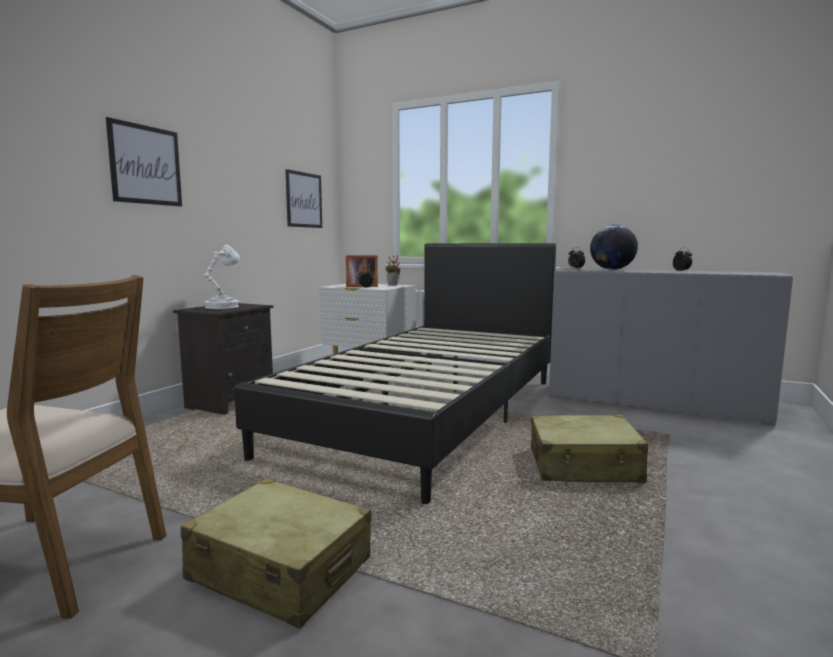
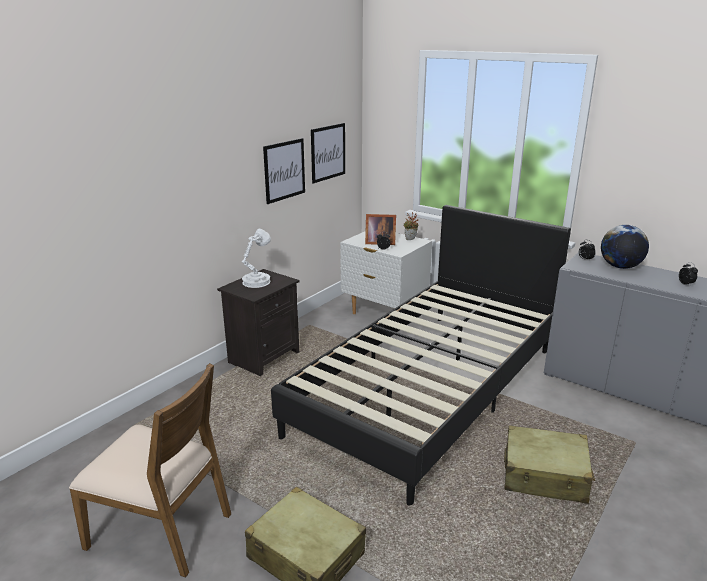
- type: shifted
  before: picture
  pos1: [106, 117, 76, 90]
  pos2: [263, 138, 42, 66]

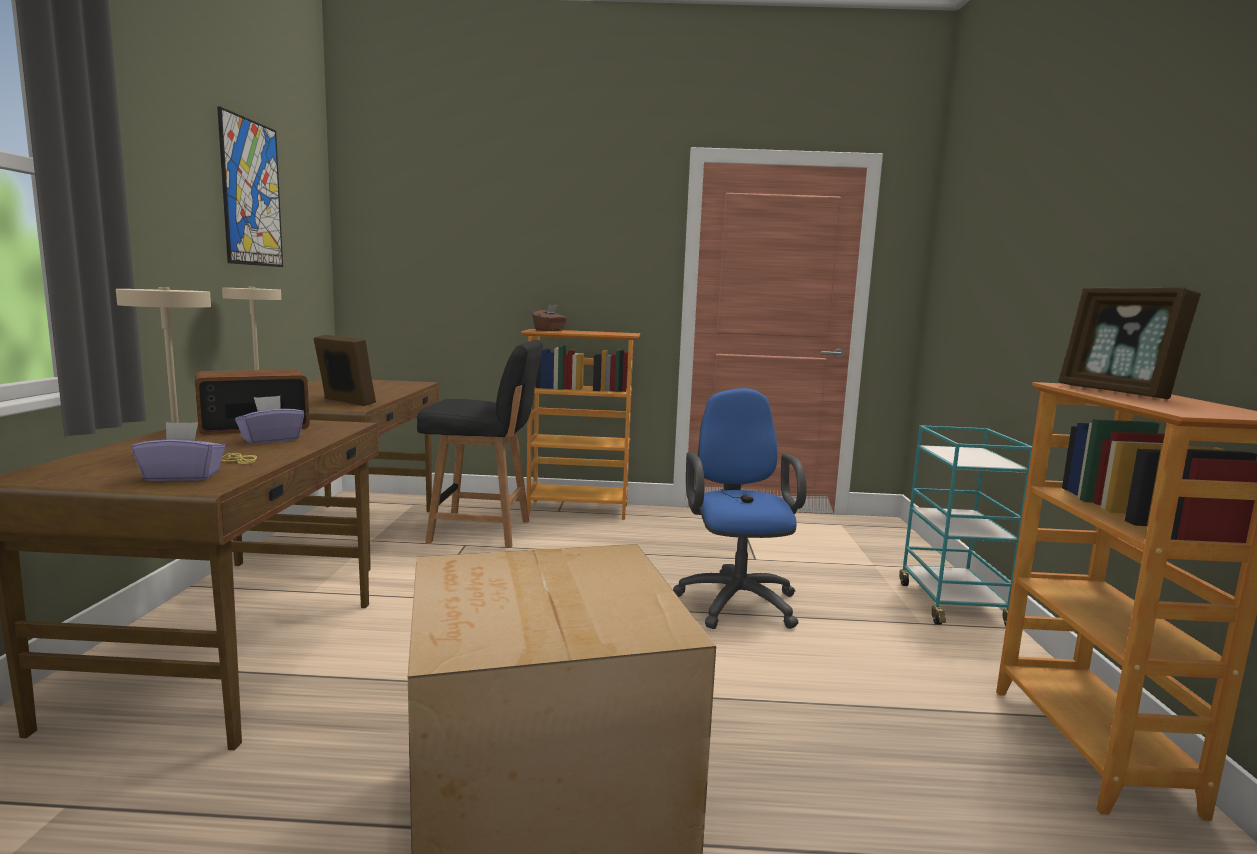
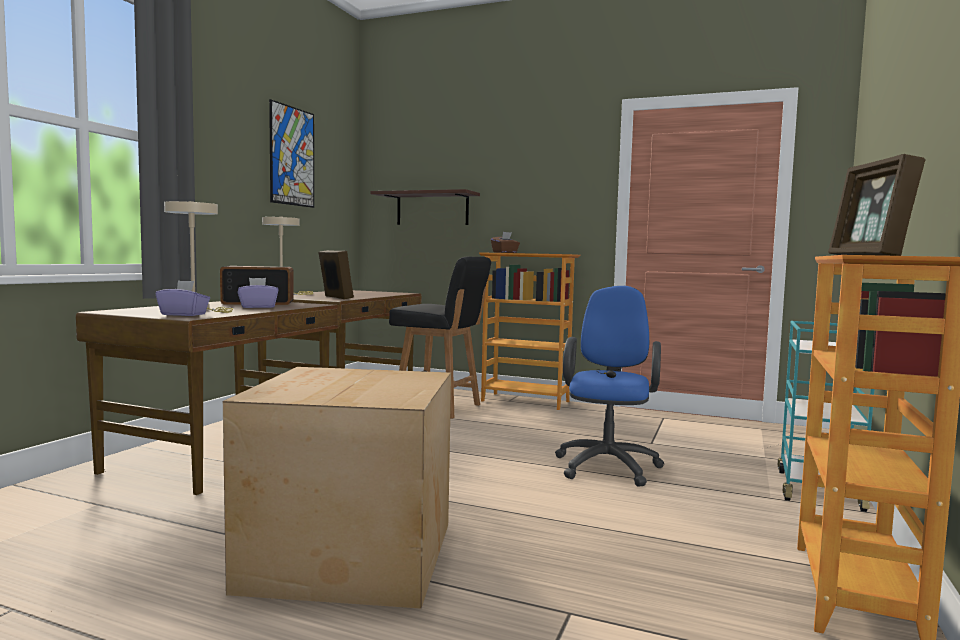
- type: new
  after: wall shelf
  pos2: [370, 189, 110, 36]

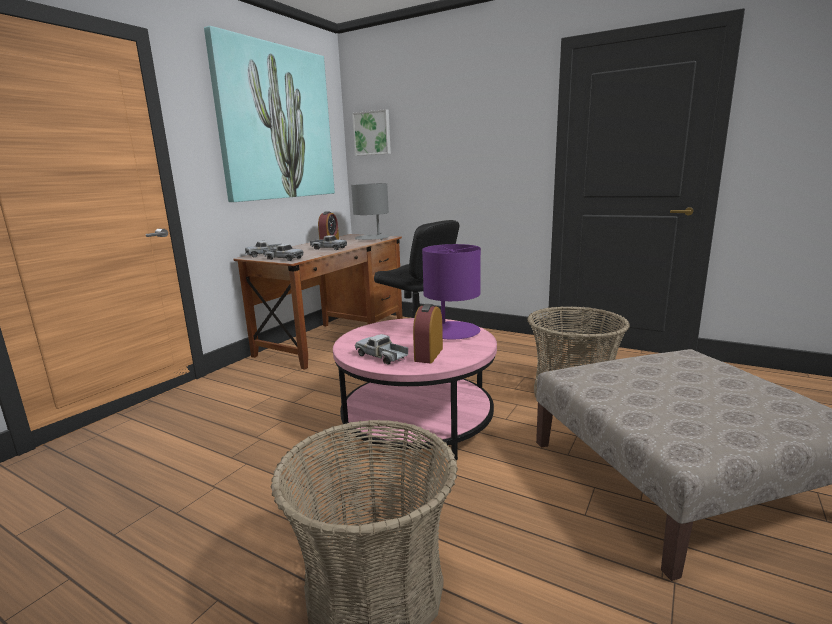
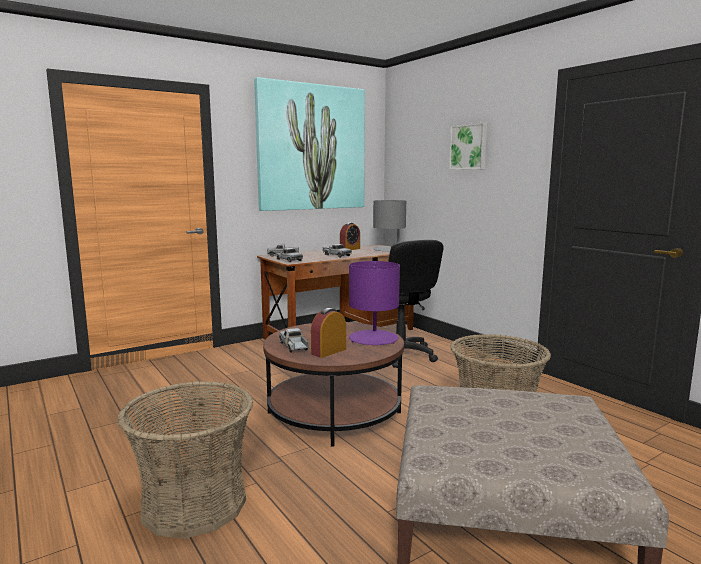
- type: shifted
  before: picture
  pos1: [352, 109, 39, 47]
  pos2: [449, 123, 38, 47]
- type: repainted
  before: pink-coloured low table
  after: brown-coloured low table
  pos1: [333, 318, 164, 142]
  pos2: [263, 322, 141, 124]

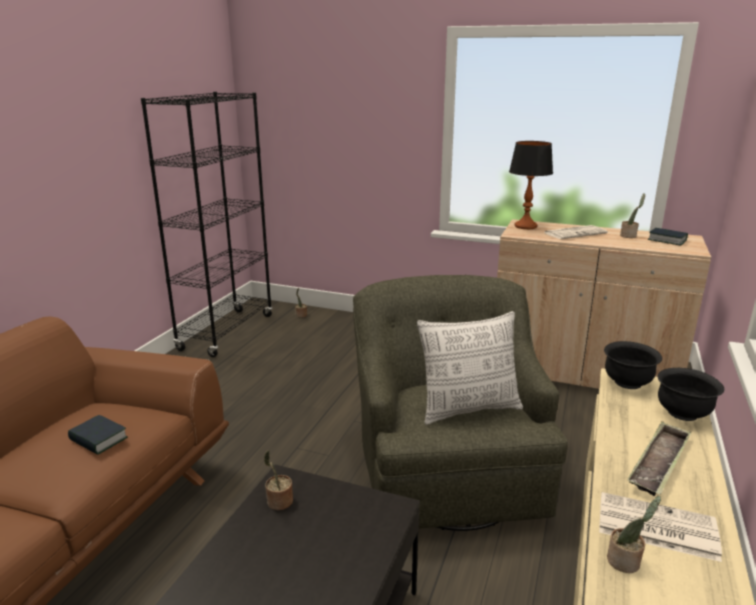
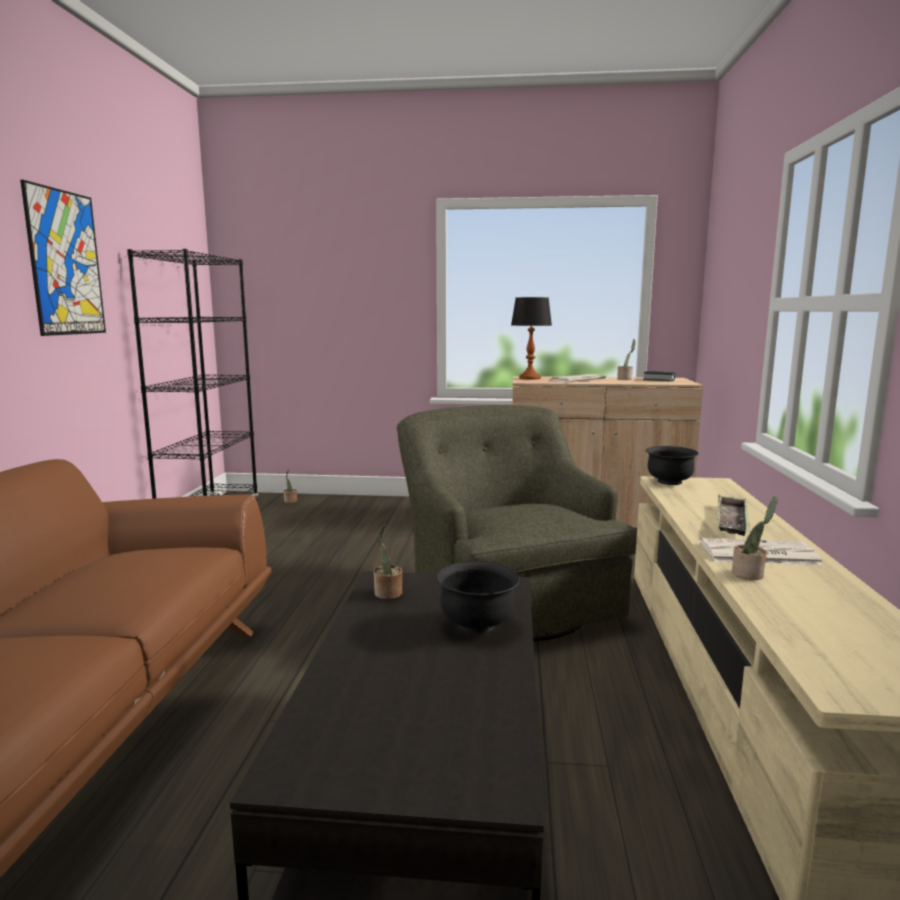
- type: gone
  before: throw pillow
  pos1: [417, 311, 106, 114]
- type: shifted
  before: black-coloured serving bowl
  pos1: [658, 368, 66, 53]
  pos2: [436, 561, 84, 72]
- type: gone
  before: bound book
  pos1: [68, 415, 60, 40]
- type: new
  after: picture
  pos2: [20, 180, 86, 156]

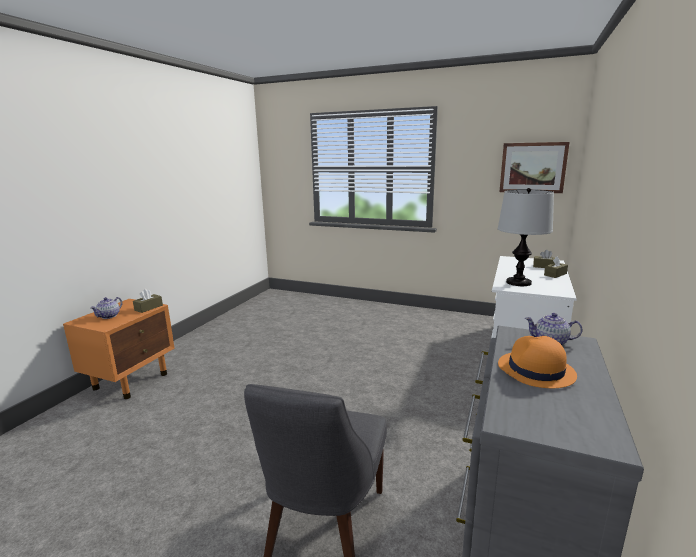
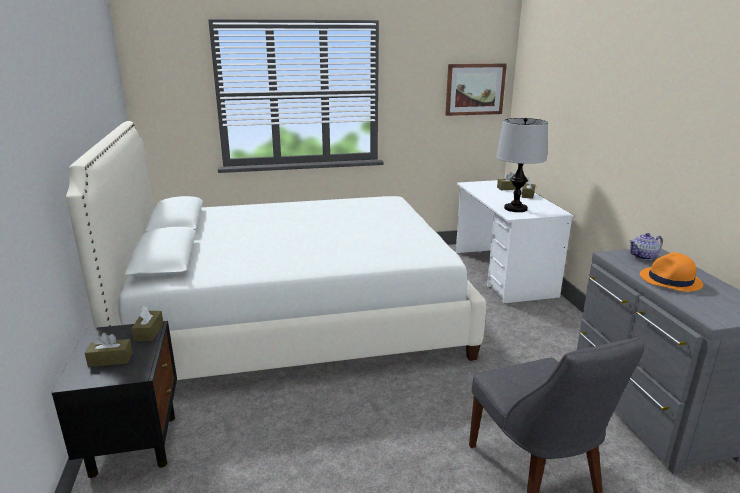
- type: swapped
  before: pot for tea
  after: brown-coloured tissue holder
  pos1: [90, 297, 32, 22]
  pos2: [85, 333, 47, 34]
- type: repainted
  before: orange-coloured nightstand
  after: black-coloured nightstand
  pos1: [63, 299, 111, 100]
  pos2: [52, 321, 125, 157]
- type: new
  after: white sleeping bed
  pos2: [66, 121, 420, 259]

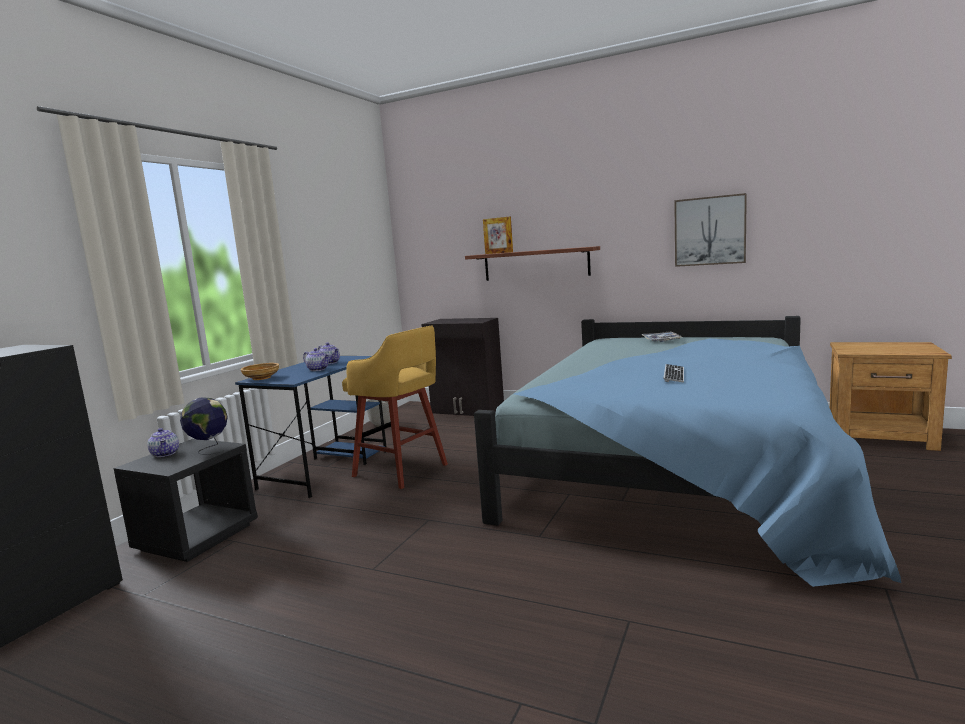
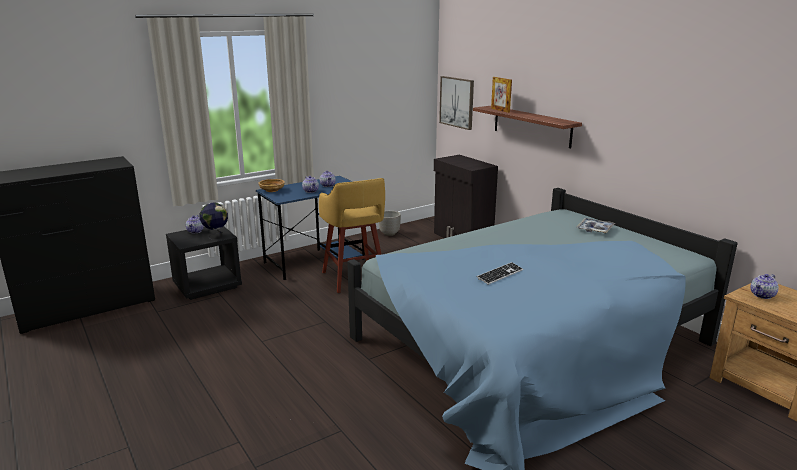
- type: shifted
  before: picture
  pos1: [674, 193, 73, 74]
  pos2: [439, 76, 35, 54]
- type: new
  after: pot for tea
  pos2: [750, 274, 29, 25]

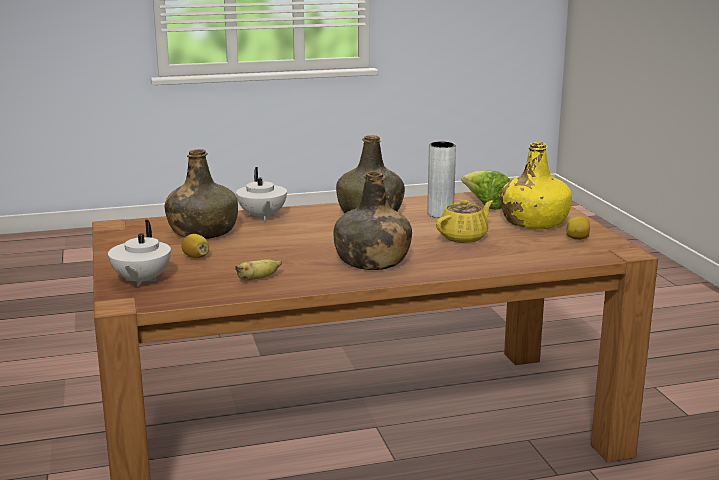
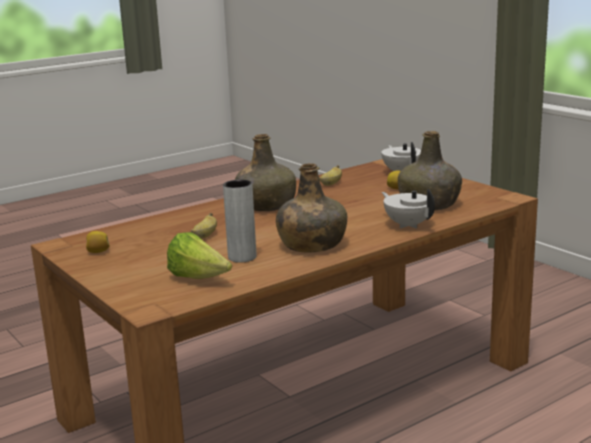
- type: gone
  before: yellow bottle
  pos1: [500, 142, 72, 87]
- type: swapped
  before: yellow pot for tea
  after: banana
  pos1: [436, 200, 57, 43]
  pos2: [191, 213, 26, 26]

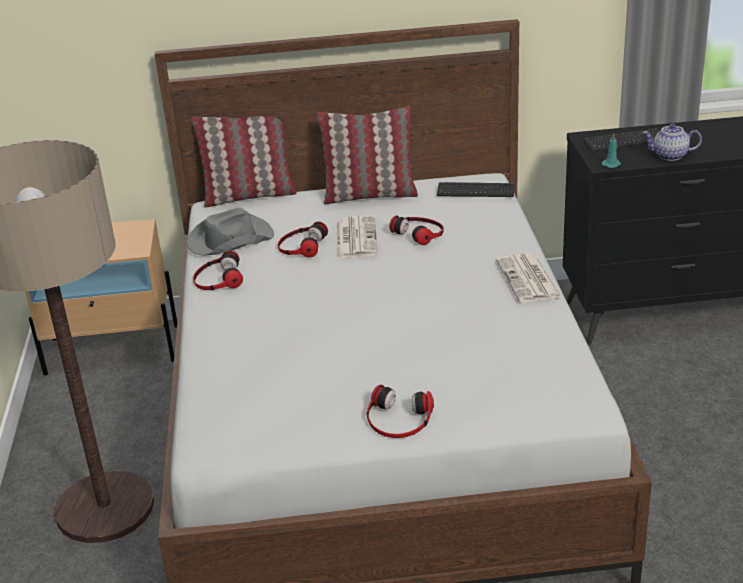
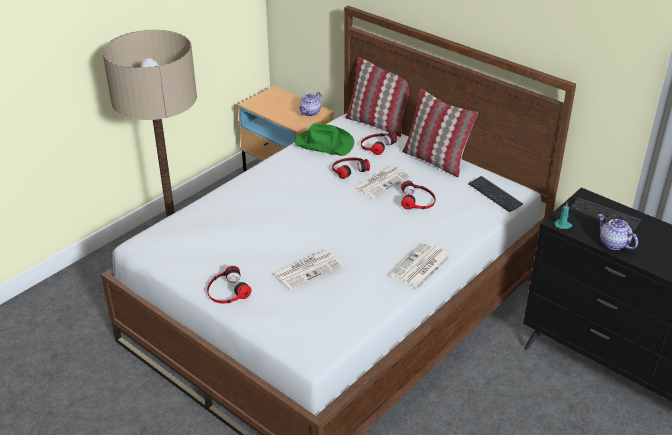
- type: repainted
  before: greyish hat
  after: green-coloured hat
  pos1: [187, 208, 87, 48]
  pos2: [295, 123, 59, 33]
- type: shifted
  before: headset
  pos1: [193, 251, 50, 39]
  pos2: [361, 132, 36, 23]
- type: new
  after: pot for tea
  pos2: [298, 92, 24, 24]
- type: new
  after: printed paper
  pos2: [272, 250, 71, 40]

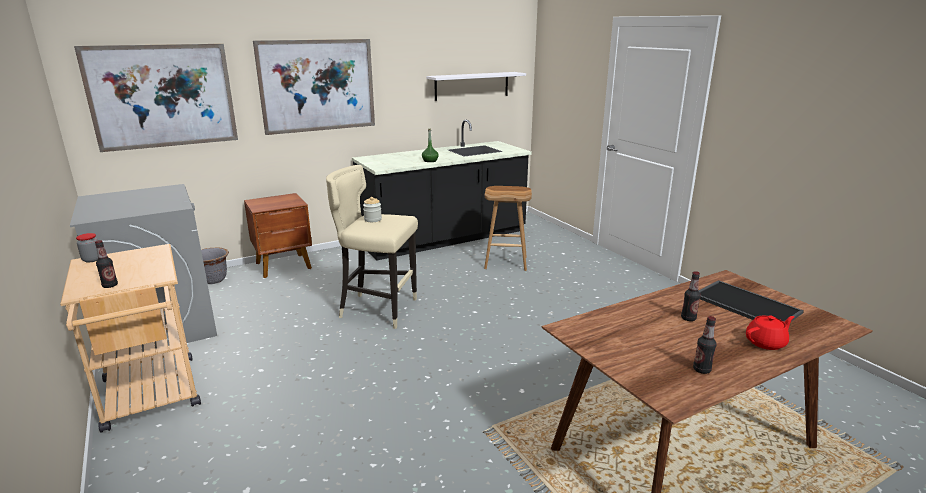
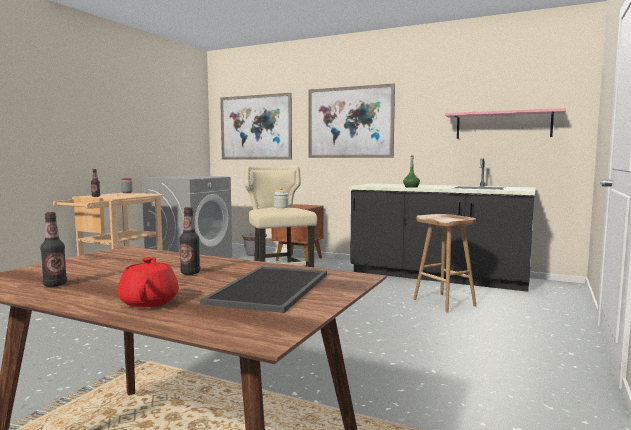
- type: repainted
  before: white wall shelf
  after: pink-coloured wall shelf
  pos1: [426, 72, 100, 29]
  pos2: [445, 108, 121, 31]
- type: rotated
  before: red-coloured pot for tea
  pos1: [746, 315, 48, 35]
  pos2: [117, 257, 62, 51]
  turn: -135

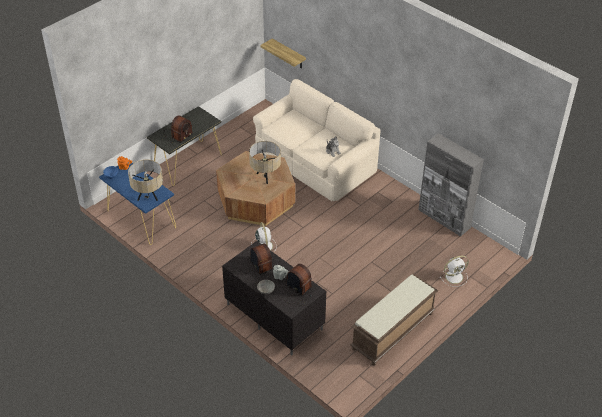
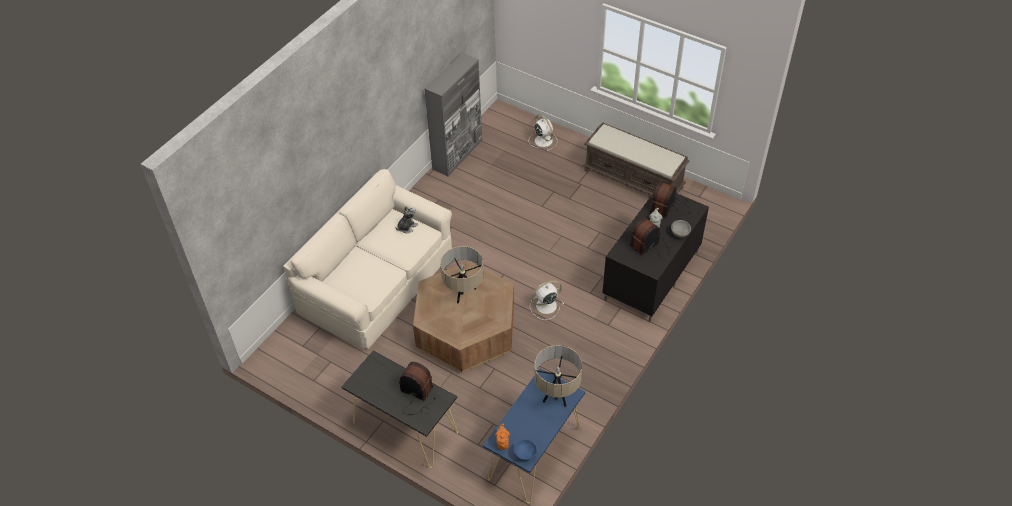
- type: gone
  before: wall shelf
  pos1: [260, 38, 46, 30]

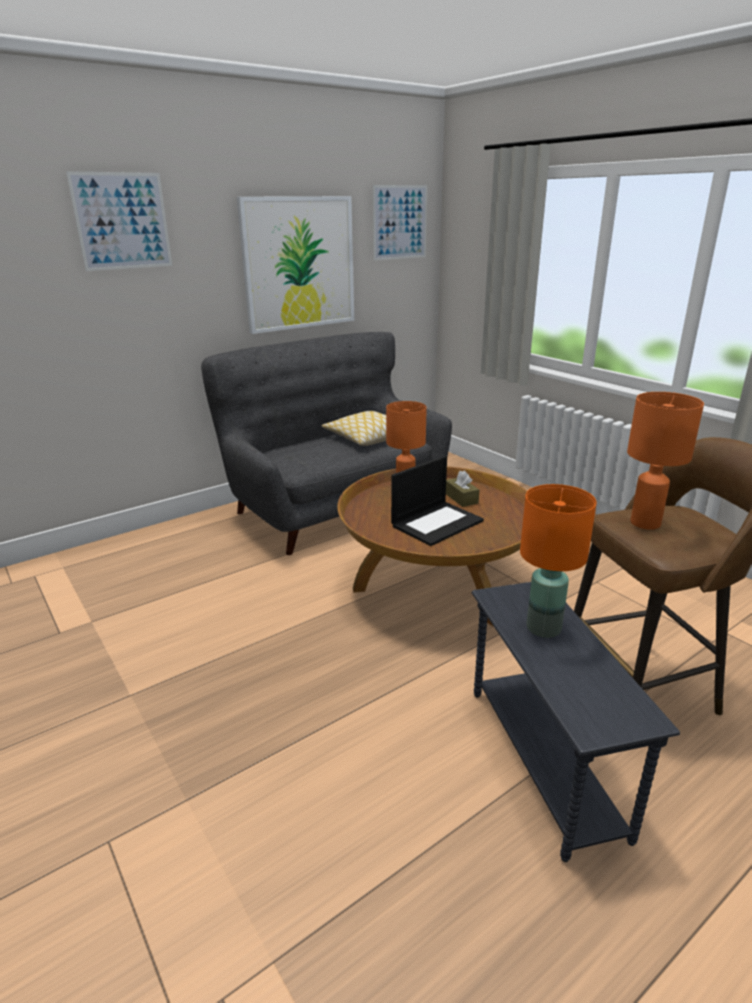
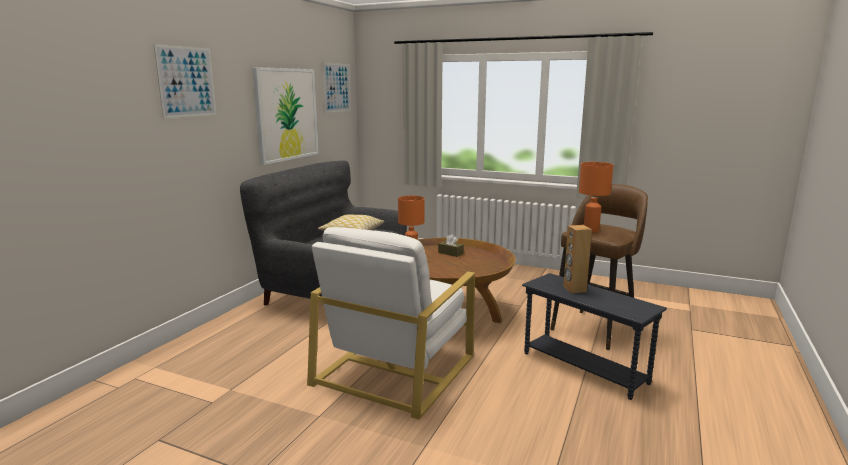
- type: gone
  before: portable computer
  pos1: [391, 456, 93, 90]
- type: swapped
  before: orange-coloured lamp for a table
  after: brown-coloured loudspeaker
  pos1: [520, 484, 77, 154]
  pos2: [563, 225, 29, 68]
- type: new
  after: white armchair
  pos2: [307, 227, 168, 193]

